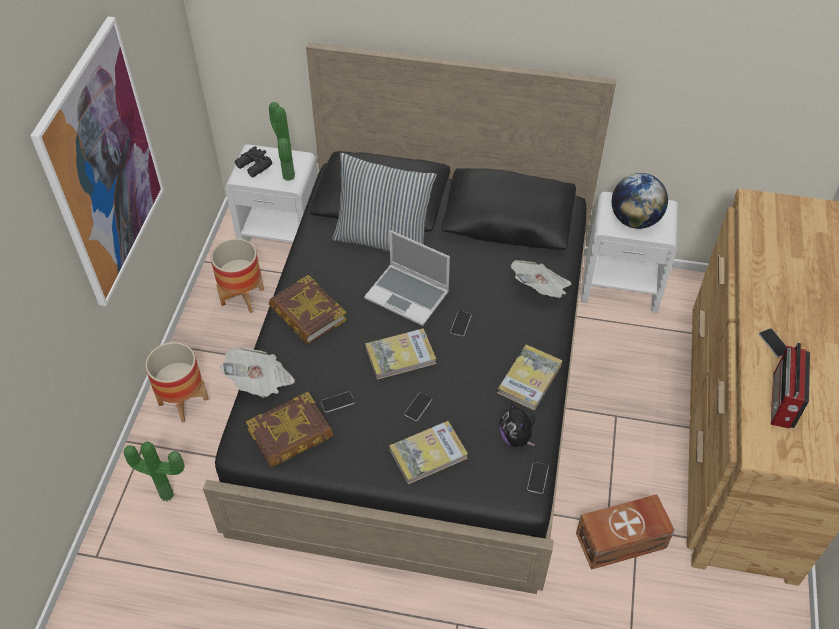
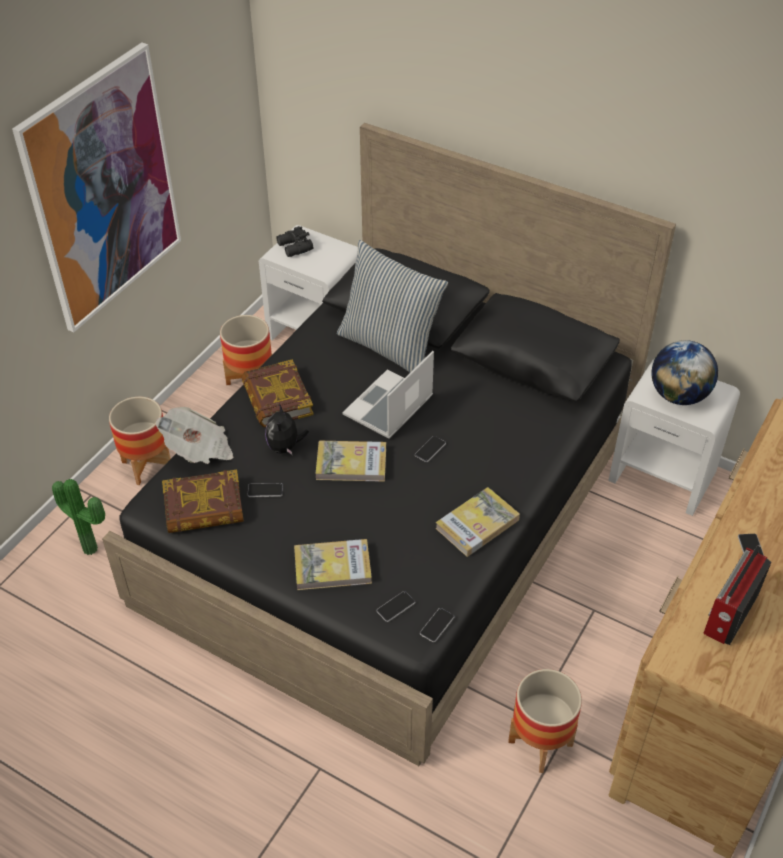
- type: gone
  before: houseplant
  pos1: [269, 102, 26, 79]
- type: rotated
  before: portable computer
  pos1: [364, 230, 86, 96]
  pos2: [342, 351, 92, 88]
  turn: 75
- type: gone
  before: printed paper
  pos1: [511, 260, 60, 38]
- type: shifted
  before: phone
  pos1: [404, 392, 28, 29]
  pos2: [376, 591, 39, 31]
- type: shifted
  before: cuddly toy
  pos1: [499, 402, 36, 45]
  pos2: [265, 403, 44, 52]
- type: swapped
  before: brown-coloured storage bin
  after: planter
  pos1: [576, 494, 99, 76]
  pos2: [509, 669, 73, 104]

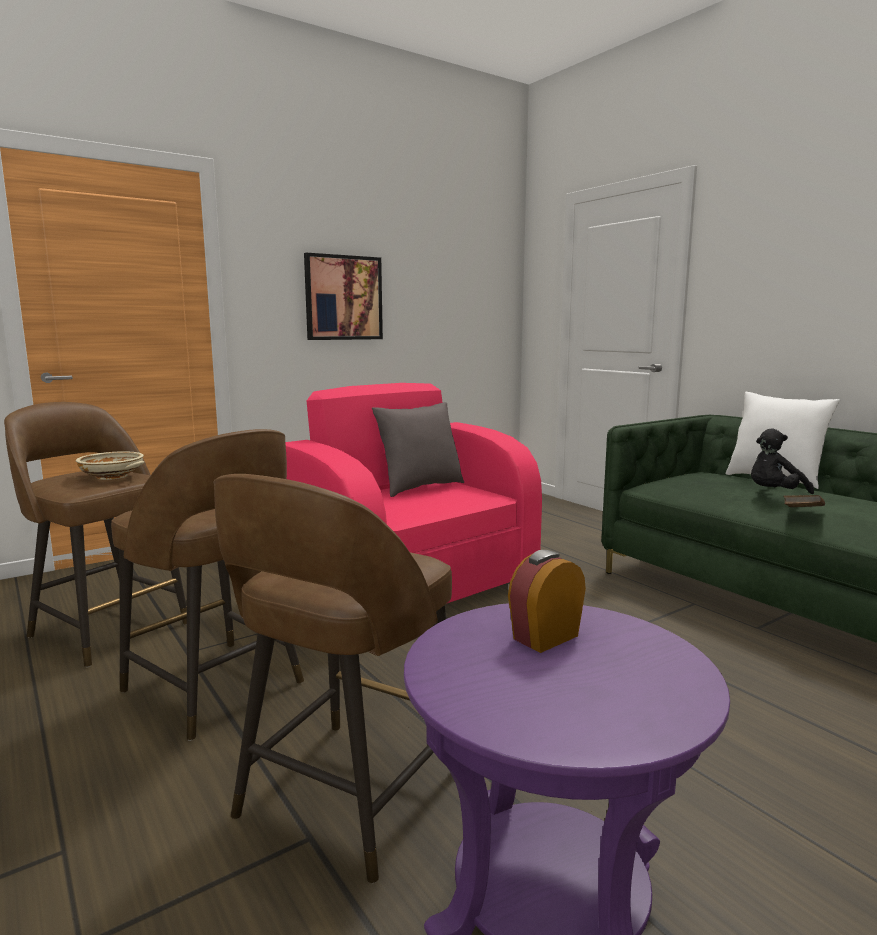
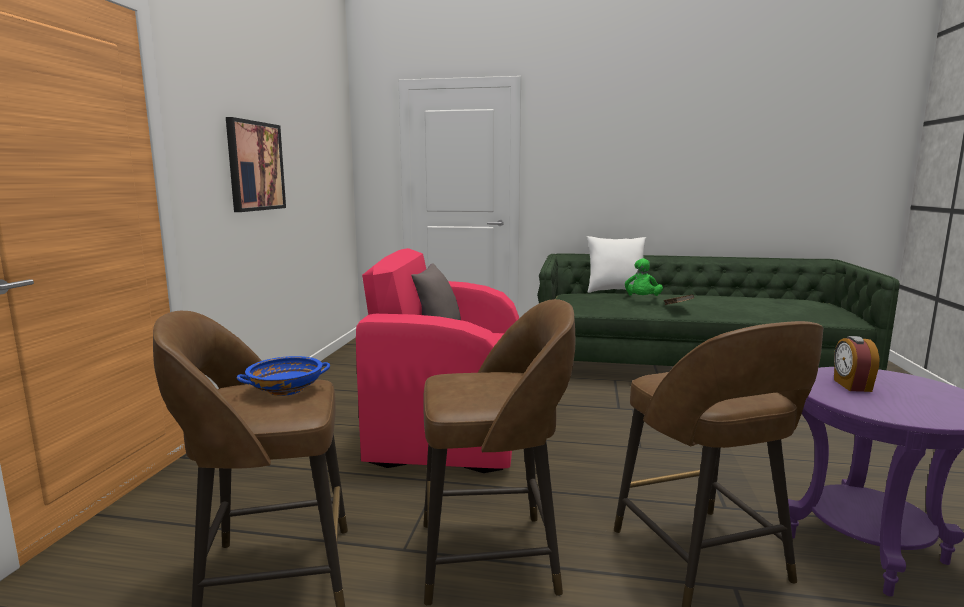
- type: repainted
  before: black-coloured cuddly toy
  after: green-coloured cuddly toy
  pos1: [751, 428, 63, 66]
  pos2: [625, 258, 38, 38]
- type: repainted
  before: sand-coloured serving bowl
  after: bluish serving bowl
  pos1: [76, 451, 68, 29]
  pos2: [237, 356, 93, 40]

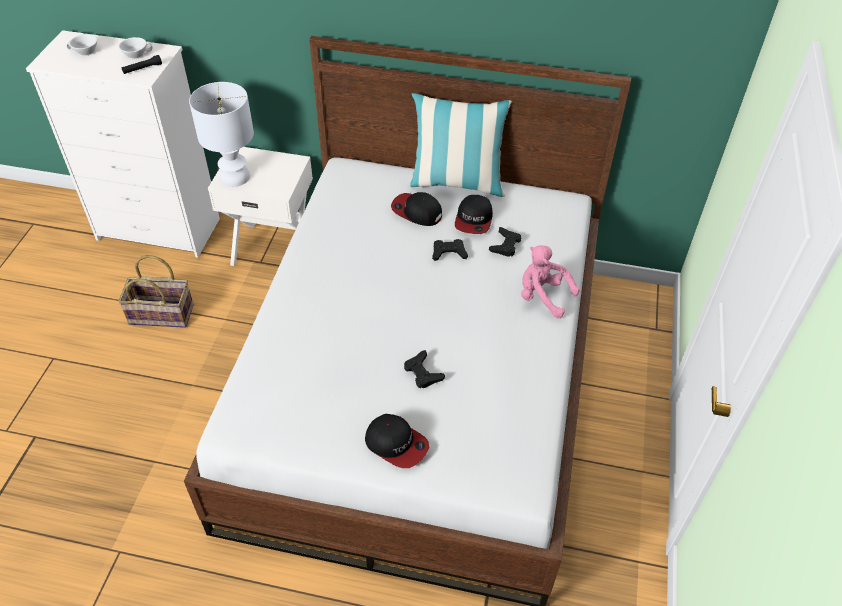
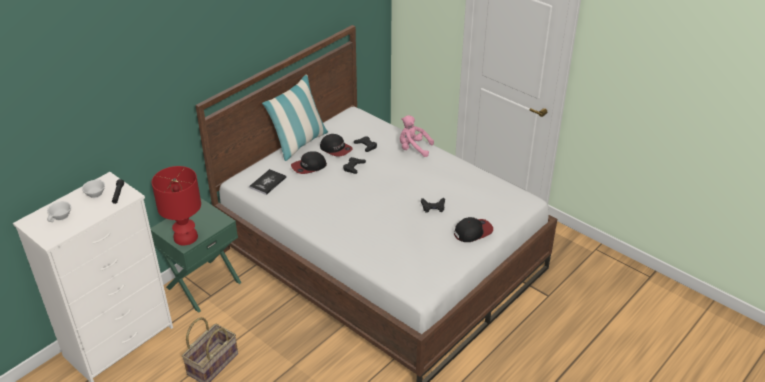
- type: repainted
  before: white lamp for a table
  after: red-coloured lamp for a table
  pos1: [189, 82, 65, 105]
  pos2: [152, 166, 49, 79]
- type: repainted
  before: white nightstand
  after: green-coloured nightstand
  pos1: [208, 147, 105, 119]
  pos2: [150, 198, 92, 115]
- type: rotated
  before: pink-coloured cuddly toy
  pos1: [521, 245, 58, 73]
  pos2: [400, 115, 34, 42]
  turn: 45
- type: new
  after: bound book
  pos2: [249, 169, 37, 26]

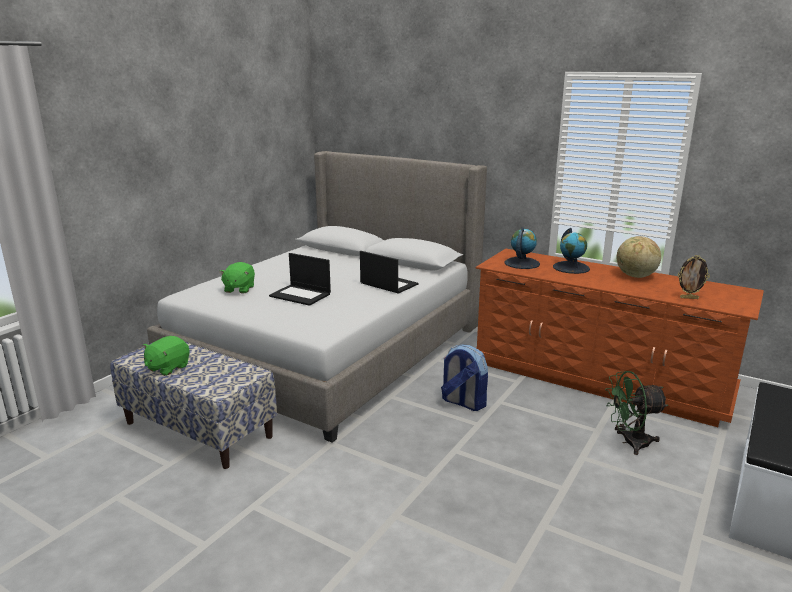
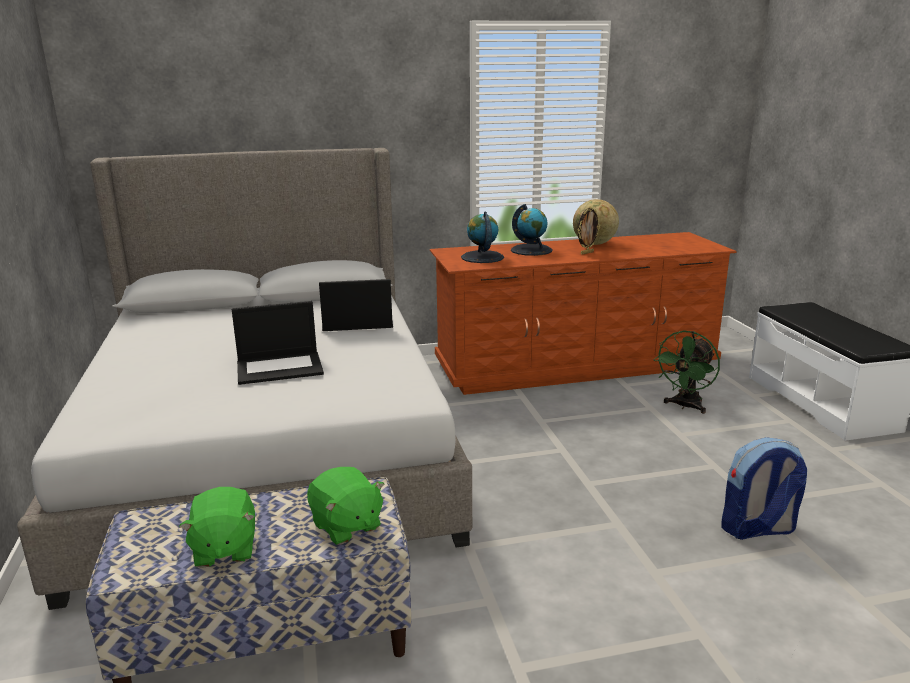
- type: shifted
  before: photo frame
  pos1: [678, 255, 32, 44]
  pos2: [578, 206, 22, 49]
- type: shifted
  before: green-coloured cuddly toy
  pos1: [219, 262, 36, 31]
  pos2: [307, 467, 77, 78]
- type: shifted
  before: backpack
  pos1: [441, 344, 47, 67]
  pos2: [721, 437, 86, 103]

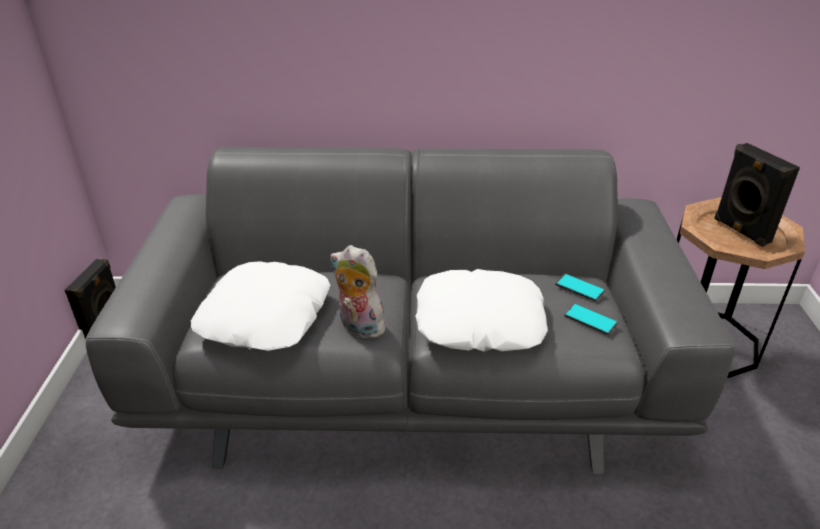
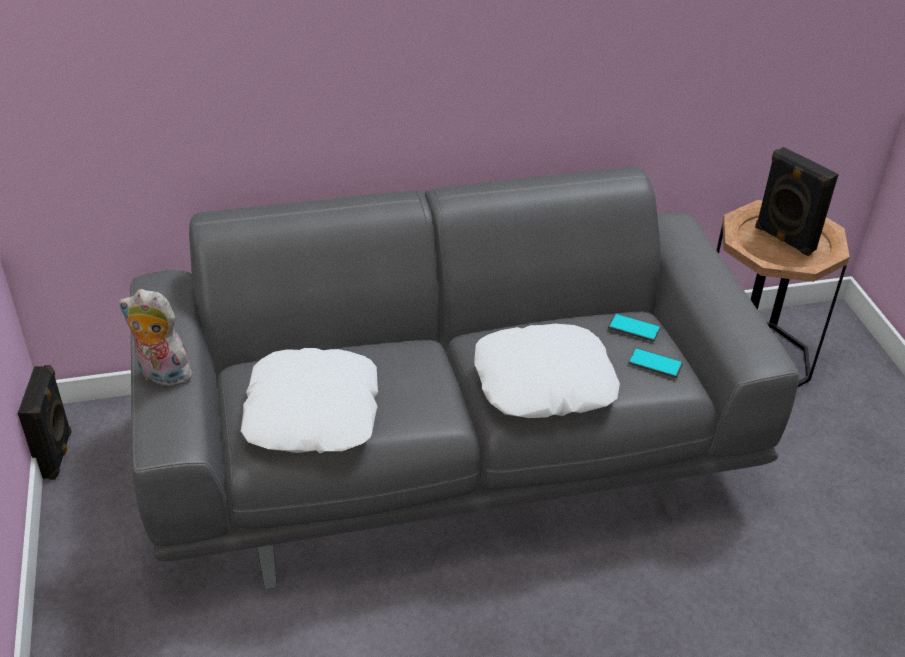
- type: shifted
  before: cuddly toy
  pos1: [331, 245, 58, 94]
  pos2: [119, 289, 77, 97]

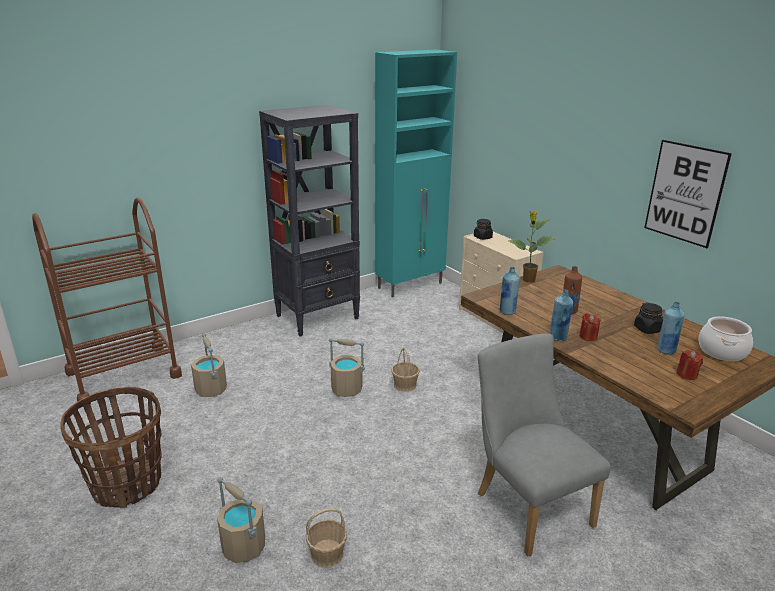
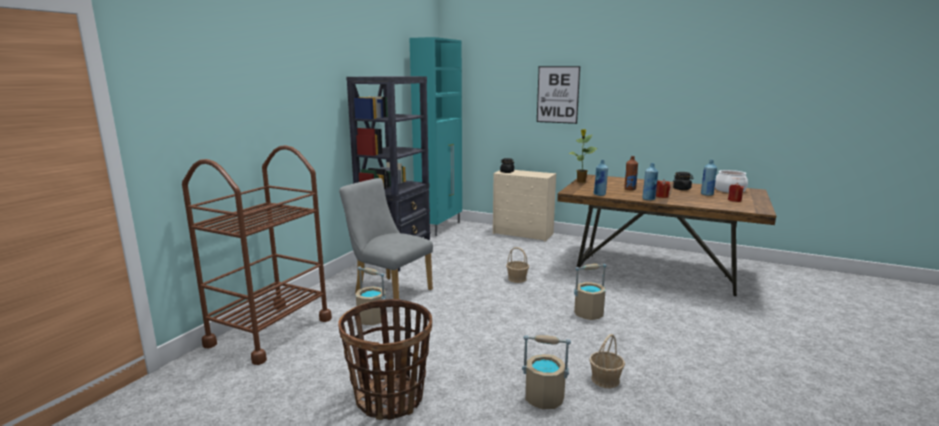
- type: shifted
  before: picture
  pos1: [644, 140, 88, 108]
  pos2: [537, 66, 43, 58]
- type: shifted
  before: greyish chair
  pos1: [478, 334, 133, 222]
  pos2: [339, 178, 94, 121]
- type: shifted
  before: sand-coloured bucket
  pos1: [329, 338, 36, 59]
  pos2: [574, 264, 33, 56]

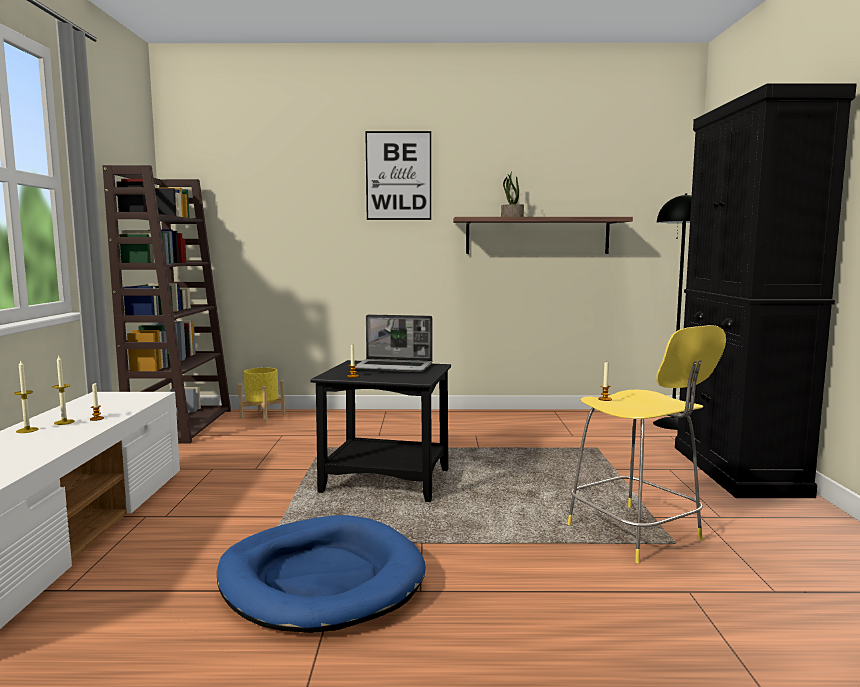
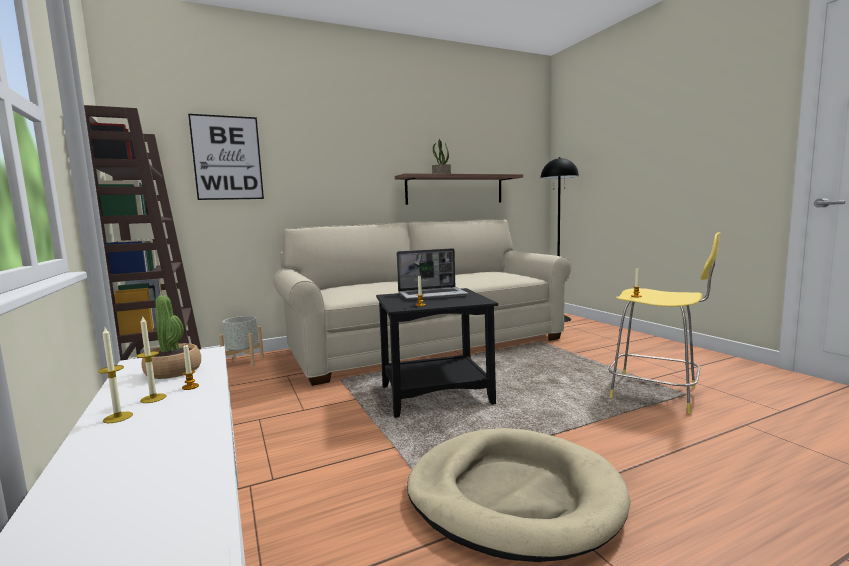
- type: gone
  before: black-coloured cupboard
  pos1: [675, 83, 182, 415]
- type: shifted
  before: picture
  pos1: [365, 131, 66, 89]
  pos2: [188, 114, 76, 86]
- type: repainted
  before: yellow planter
  after: greyish planter
  pos1: [238, 368, 47, 54]
  pos2: [219, 316, 45, 51]
- type: repainted
  before: bluish dog bed
  after: sand-coloured dog bed
  pos1: [217, 515, 209, 118]
  pos2: [407, 428, 224, 134]
- type: new
  after: sand-coloured sofa
  pos2: [274, 219, 297, 167]
- type: new
  after: houseplant
  pos2: [142, 295, 59, 84]

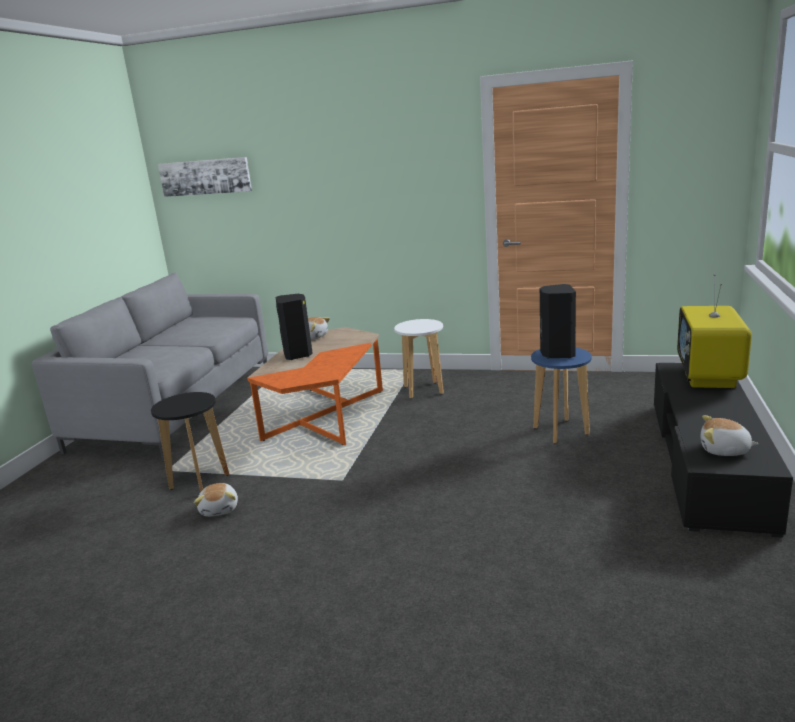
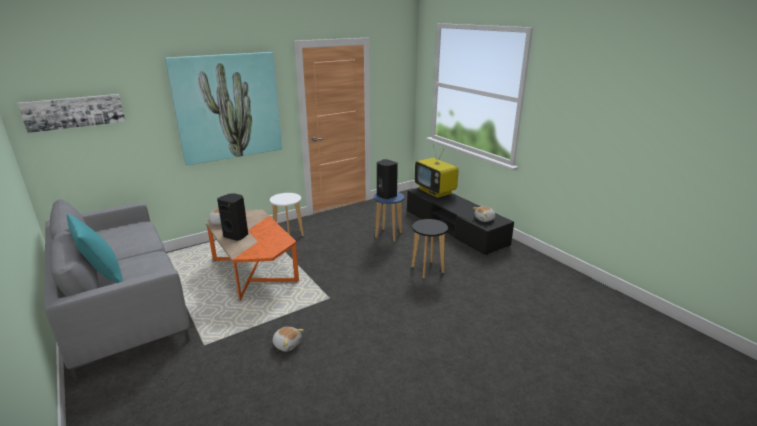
- type: shifted
  before: black-coloured sitting stool
  pos1: [151, 392, 78, 100]
  pos2: [411, 219, 37, 59]
- type: new
  after: picture
  pos2: [165, 52, 117, 114]
- type: new
  after: turquoise throw pillow
  pos2: [67, 214, 56, 69]

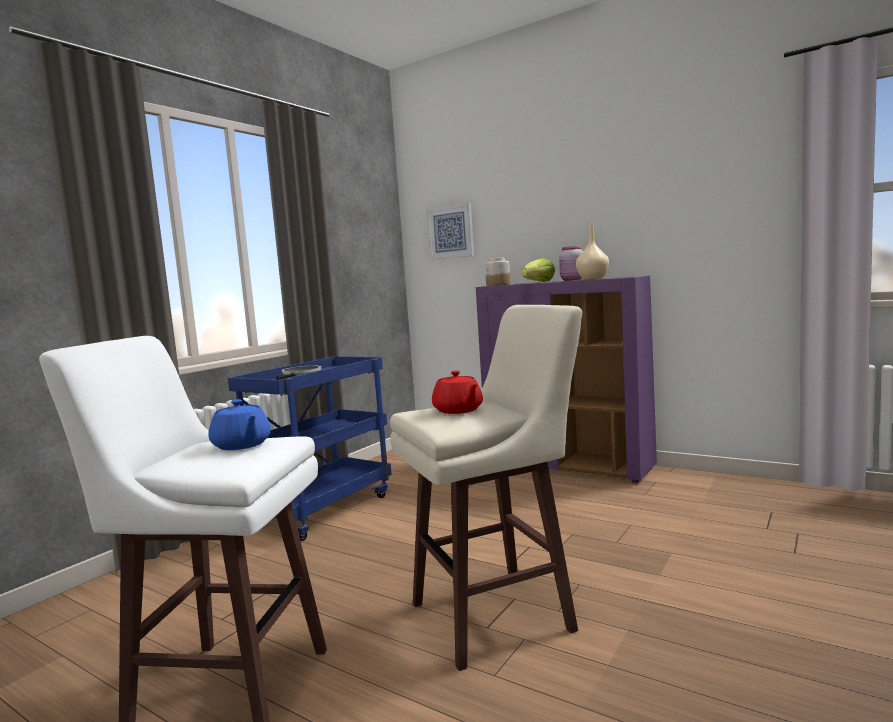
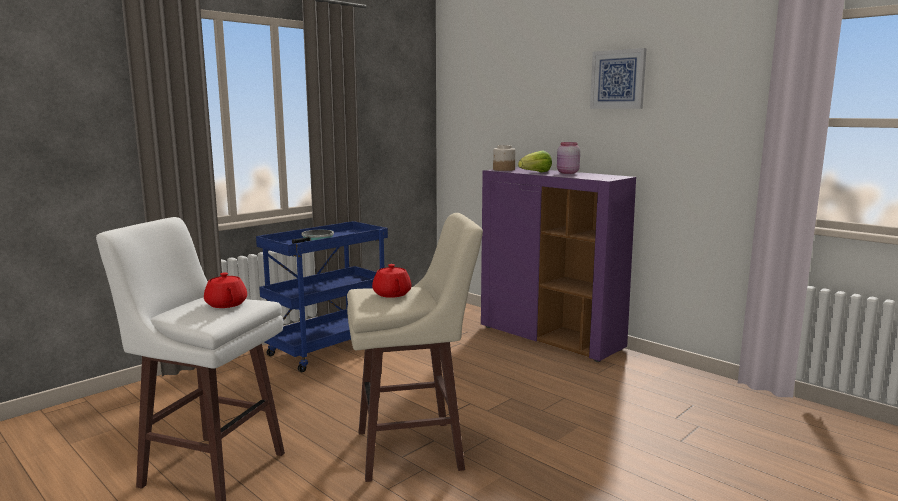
- type: shifted
  before: picture
  pos1: [426, 203, 48, 57]
  pos2: [590, 48, 57, 61]
- type: gone
  before: sand-coloured flower vase
  pos1: [576, 226, 33, 54]
- type: repainted
  before: bluish pot for tea
  after: red-coloured pot for tea
  pos1: [208, 399, 63, 51]
  pos2: [204, 272, 43, 36]

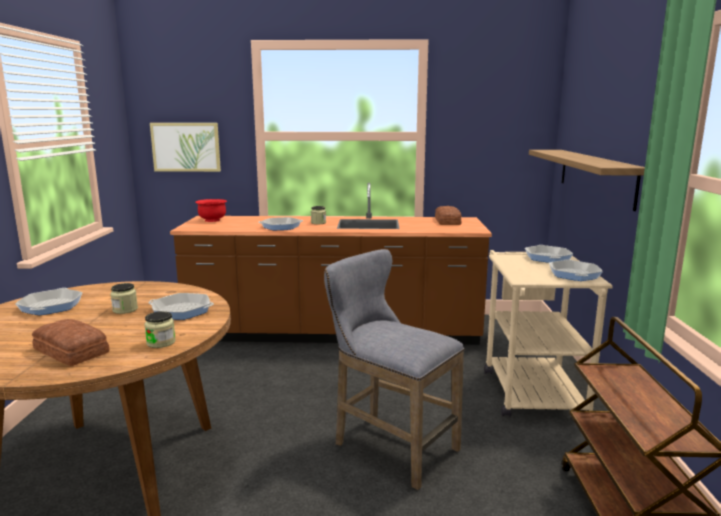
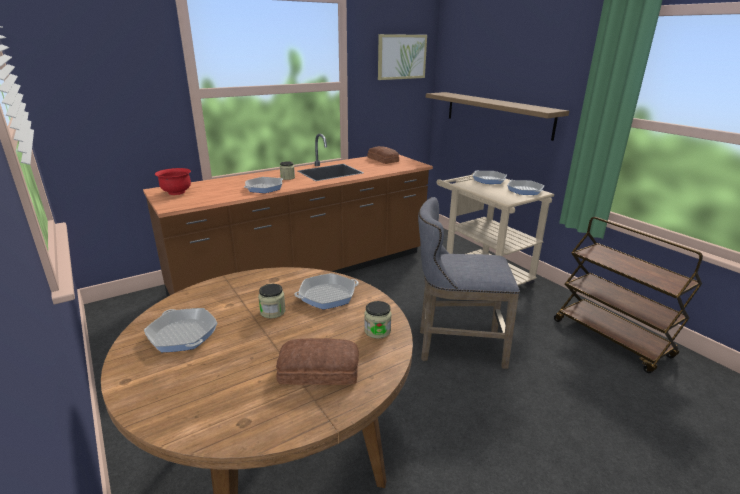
- type: shifted
  before: picture
  pos1: [150, 123, 71, 49]
  pos2: [378, 34, 49, 46]

